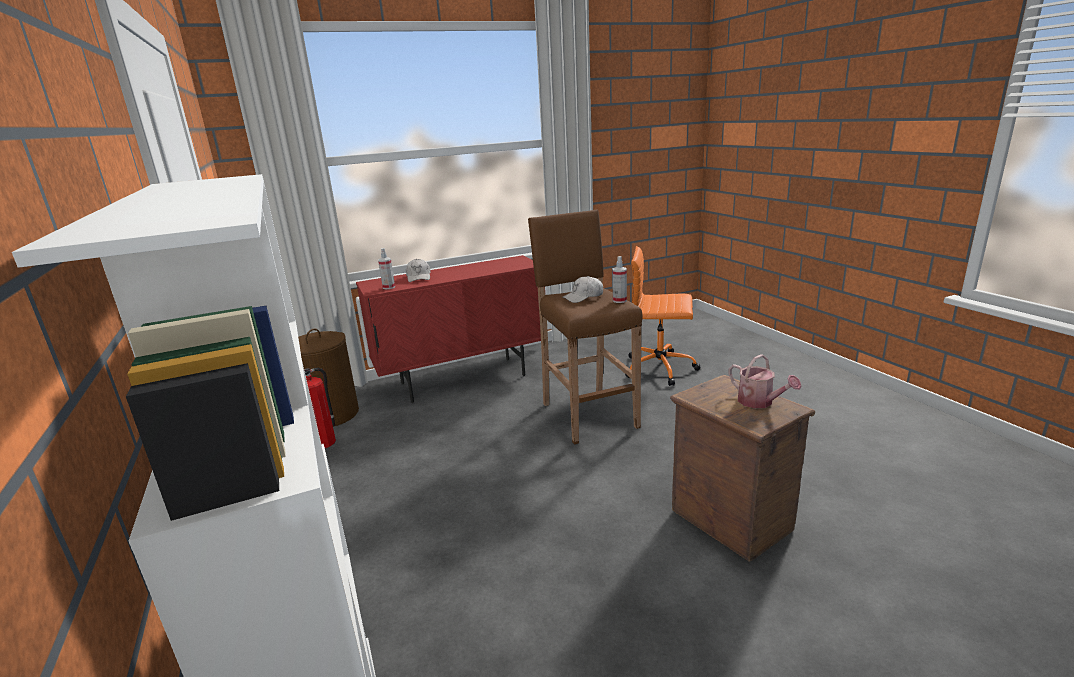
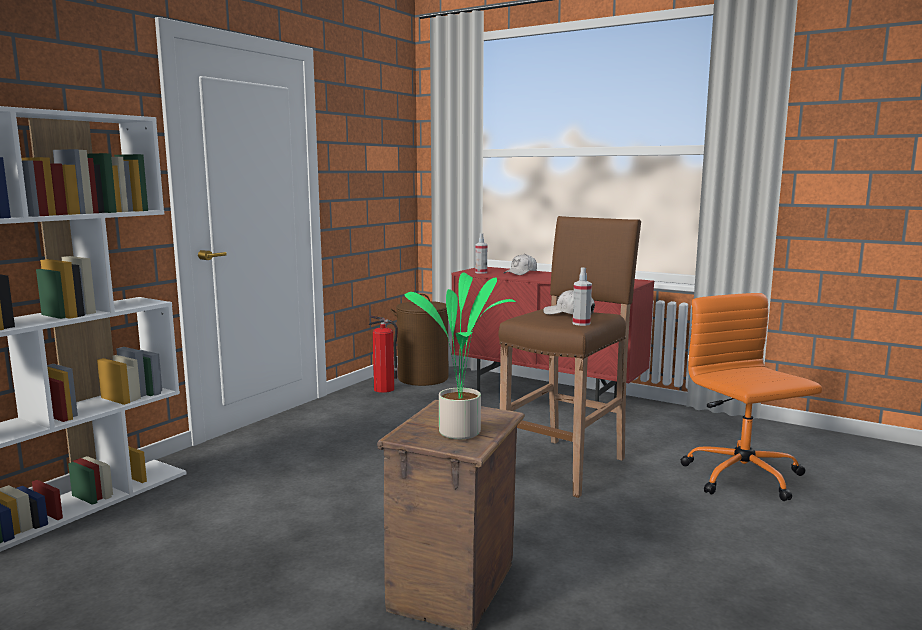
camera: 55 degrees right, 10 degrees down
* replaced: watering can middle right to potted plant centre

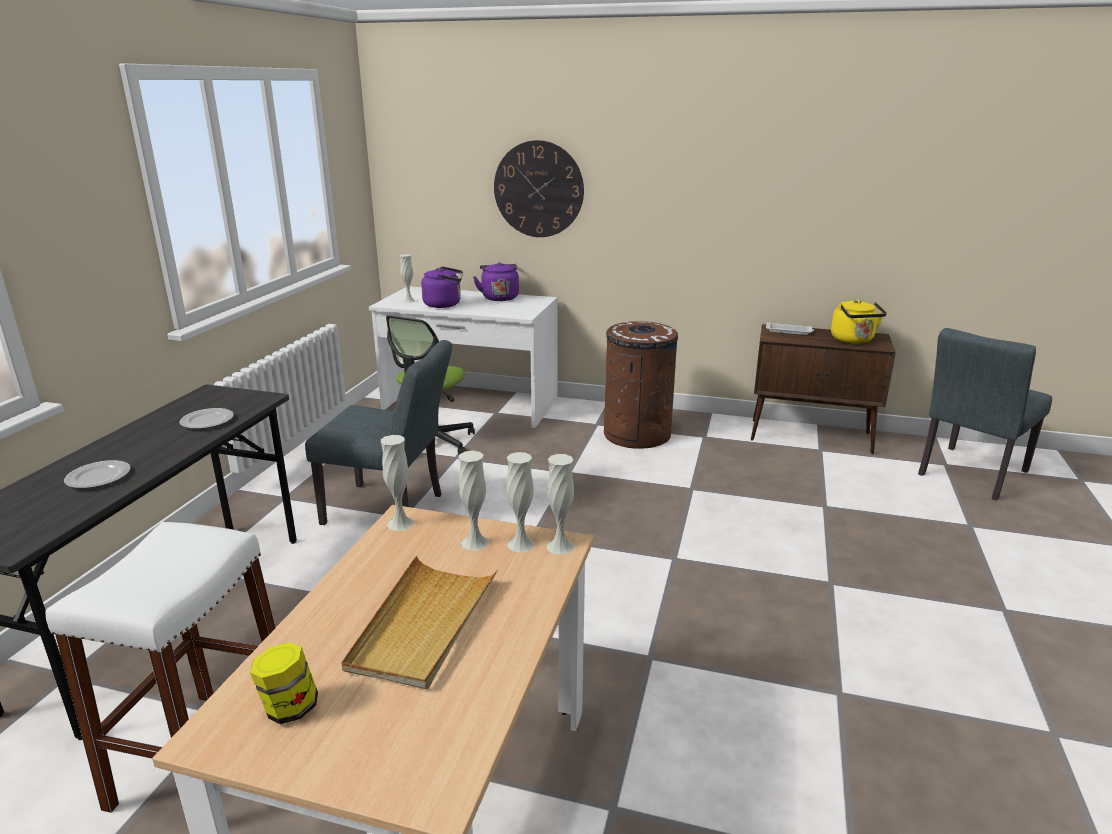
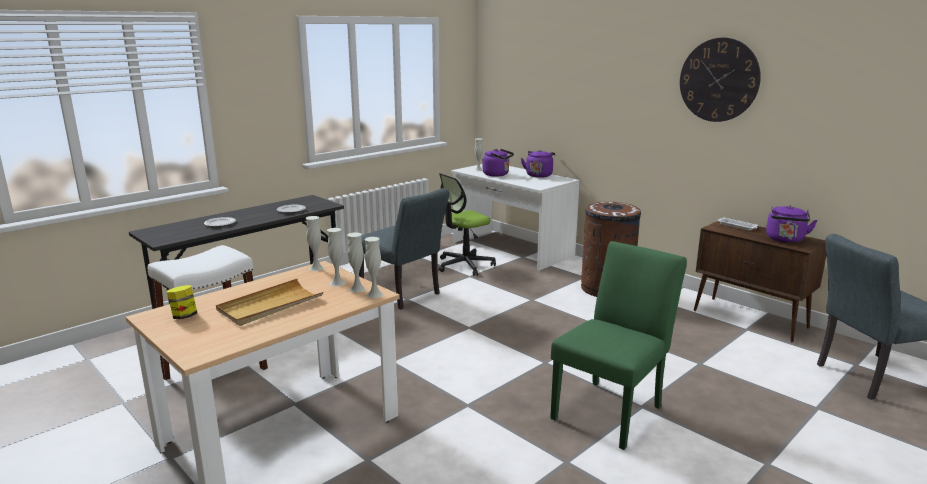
camera: 30 degrees right, 5 degrees down
* moved: wall clock top centre to top right
* recoloured: yellow kettle middle right to purple kettle (3rd from left) middle right
* added: green chair bottom right

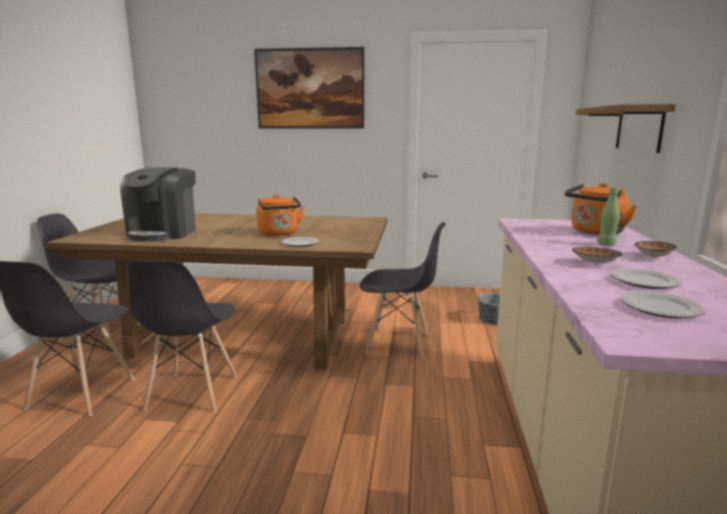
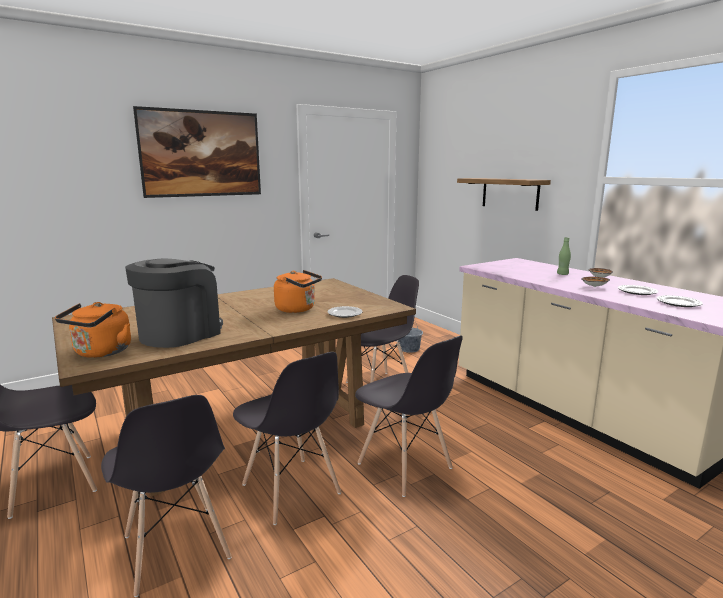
camera: 40 degrees left, 0 degrees up
* turned: coffee machine middle left = middle left 120 degrees counterclockwise
* moved: orange kettle (2nd from left in the first image) middle right to orange kettle (1st from left) middle left
* added: grey chair (5th from left) bottom centre

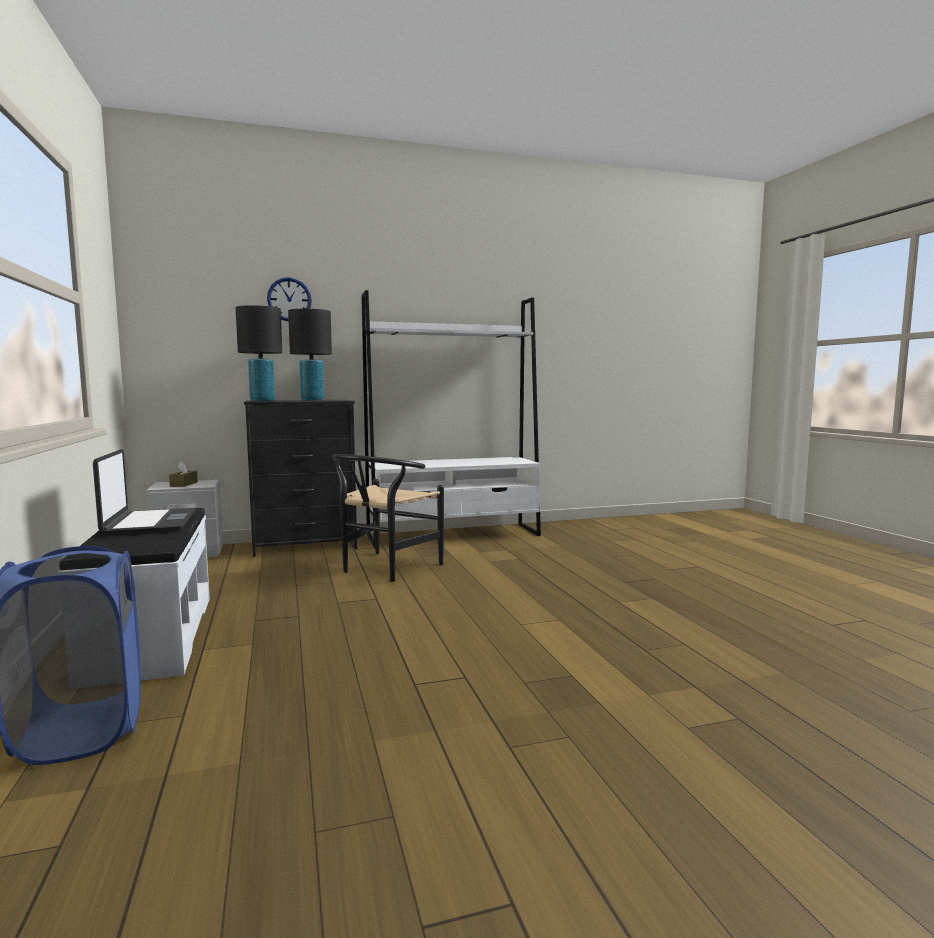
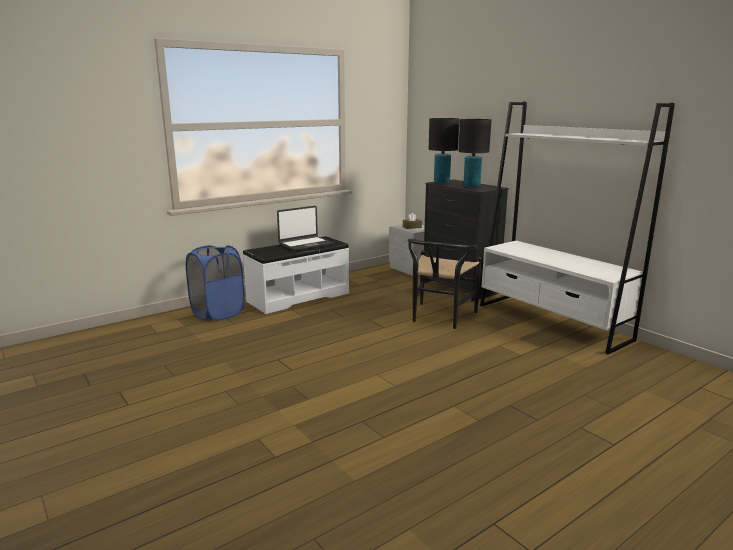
camera: 70 degrees right, 10 degrees up
* removed: wall clock top left
* turned: black chair centre = centre 75 degrees counterclockwise

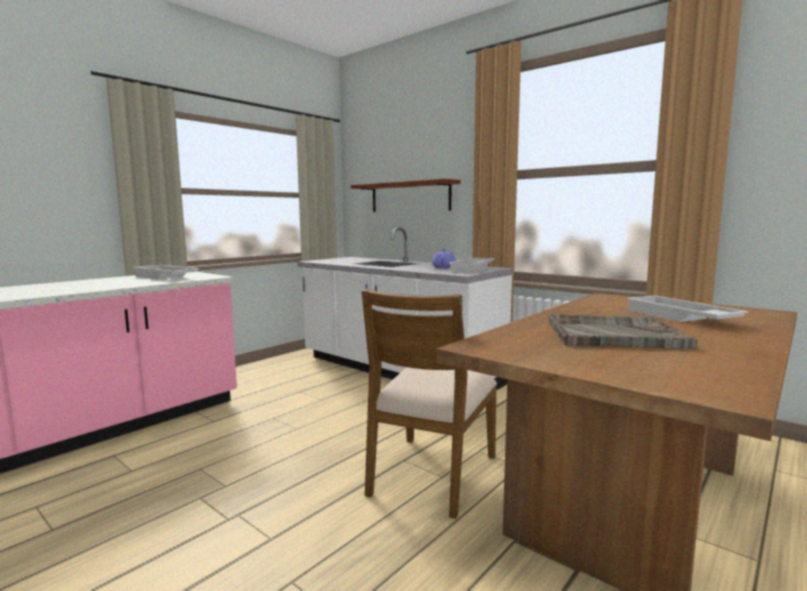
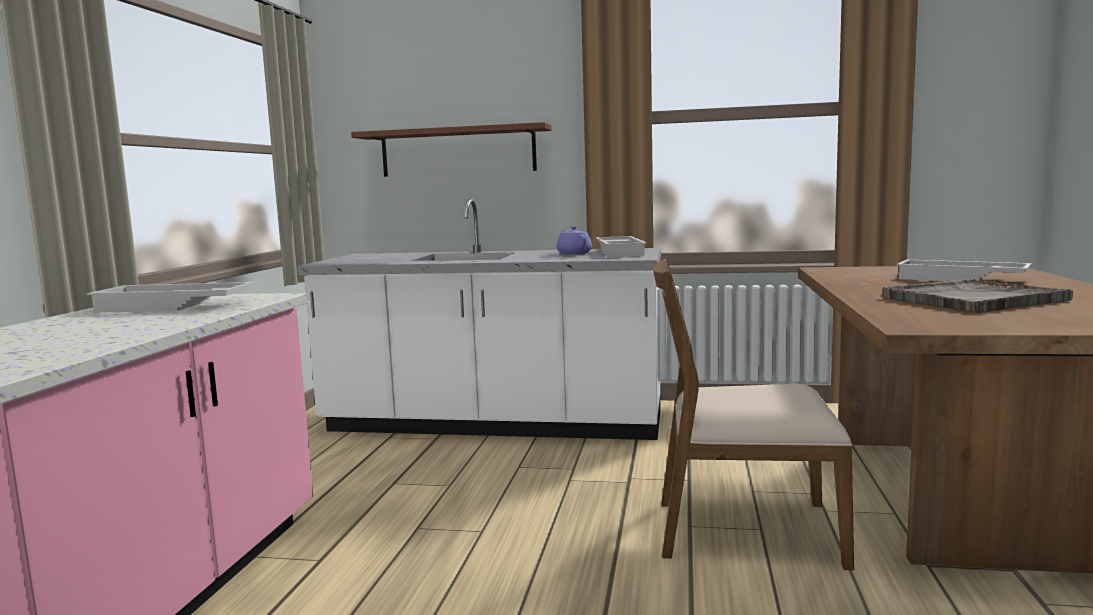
camera: 30 degrees left, 0 degrees up
* turned: brown chair bottom centre = bottom right 105 degrees clockwise

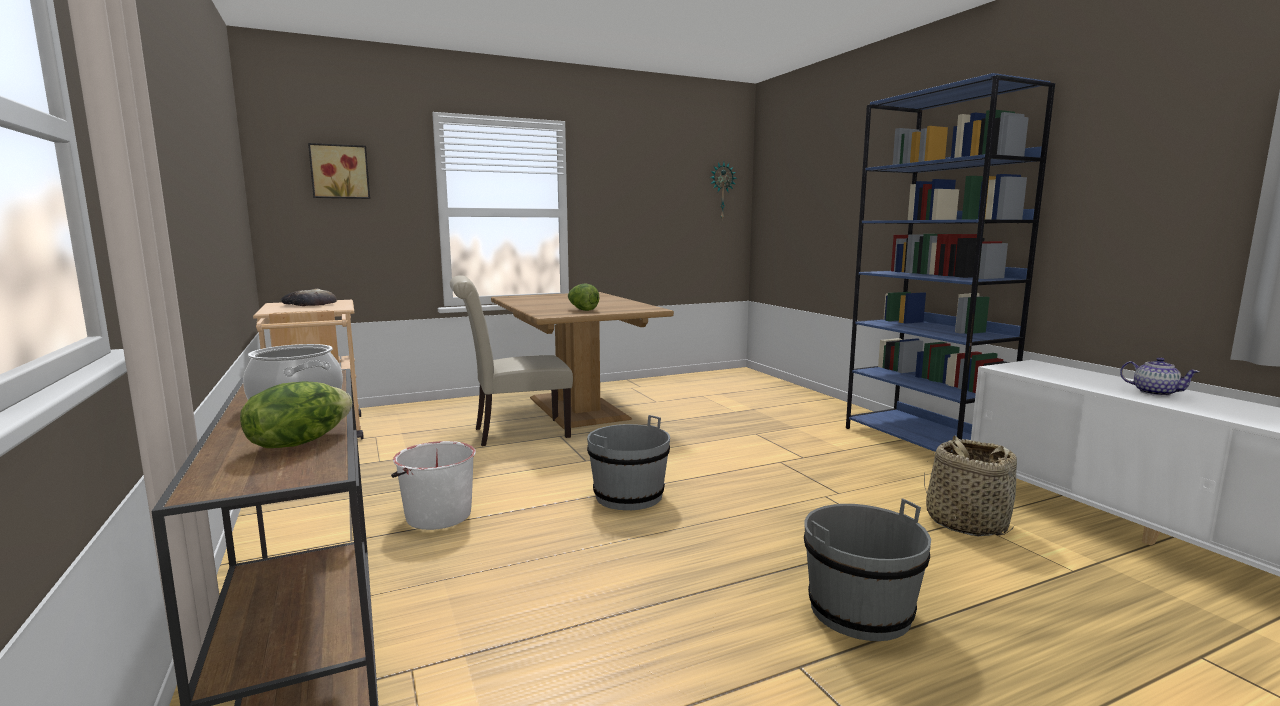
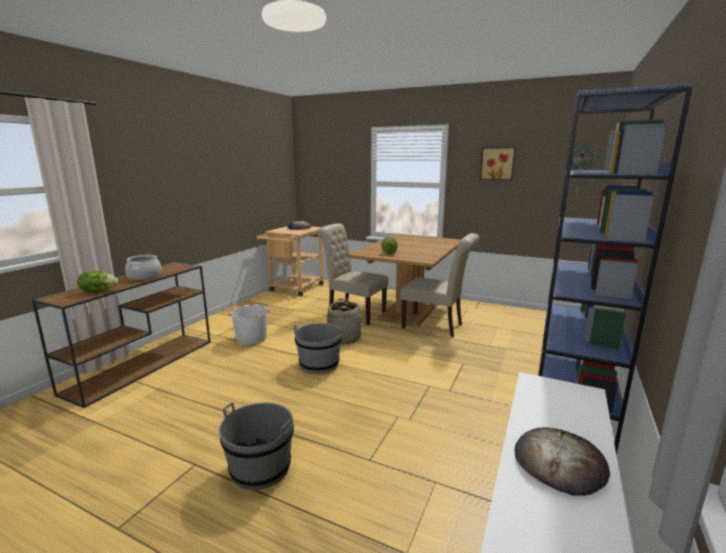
camera: 50 degrees right, 5 degrees up
* moved: picture top left to top right
* replaced: teapot middle right to bread (2nd from left) bottom right
* moved: basket bottom right to centre
* added: beige chair (2nd from left) centre

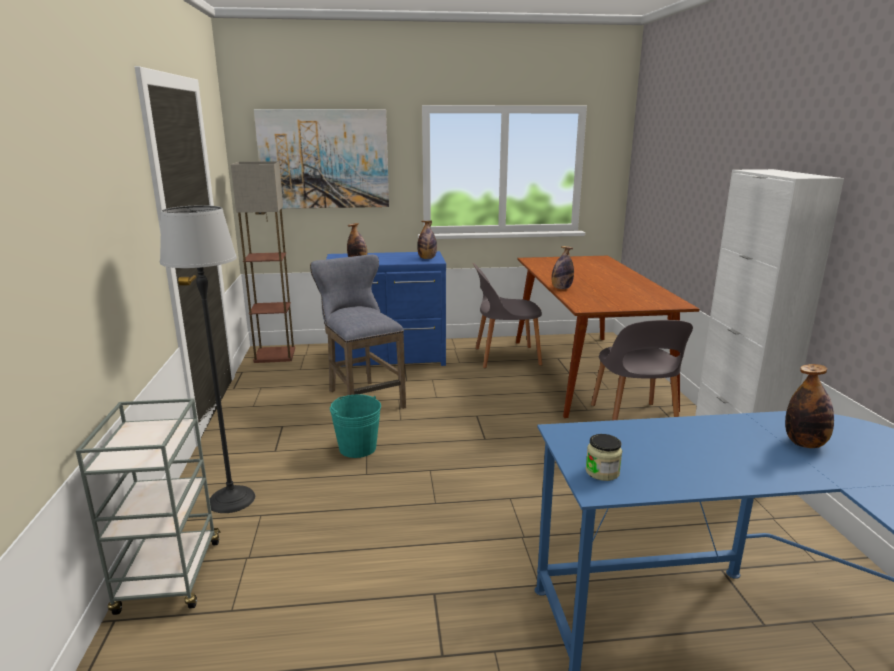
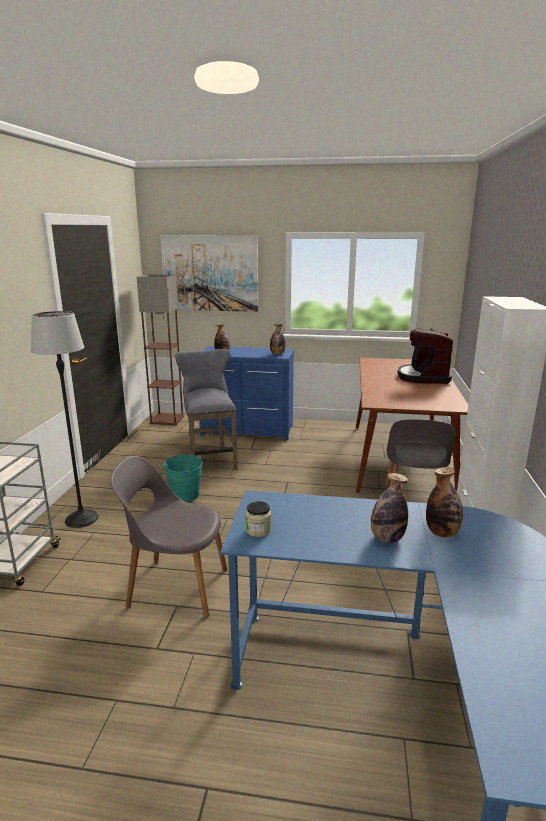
camera: 15 degrees right, 0 degrees up
* moved: bottle (3rd from left) centre to middle right
* moved: grey chair (1st from left) centre to middle left
* added: coffee machine middle right

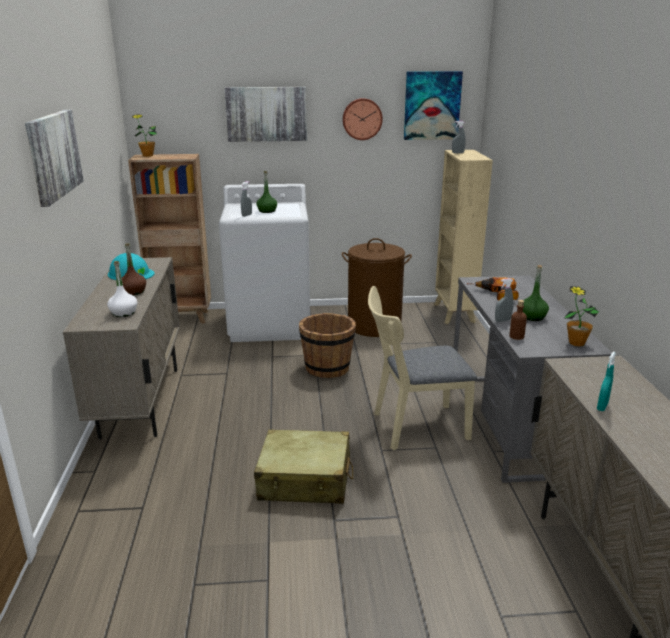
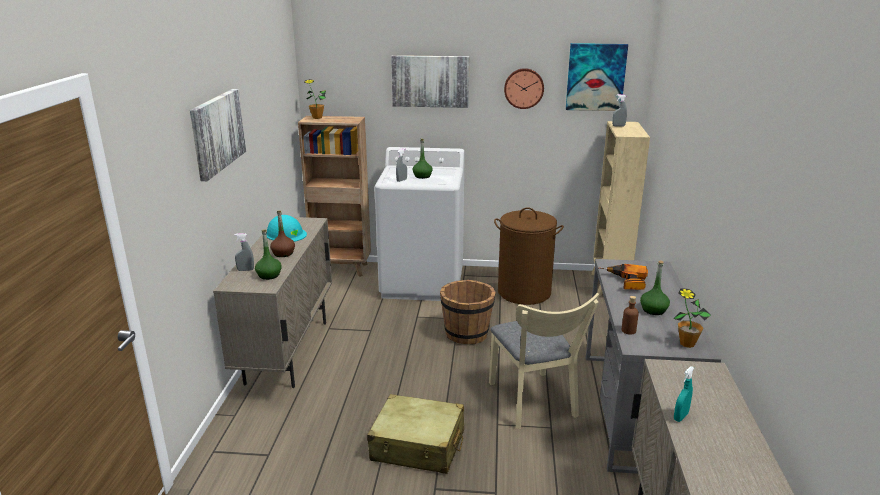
camera: 10 degrees right, 0 degrees up
* recoloured: white bottle middle left to green bottle (1st from left) middle left
* moved: grey spray bottle (3rd from left in the first image) middle right to grey spray bottle (1st from left) middle left
* turned: beige chair centre = bottom centre 105 degrees counterclockwise

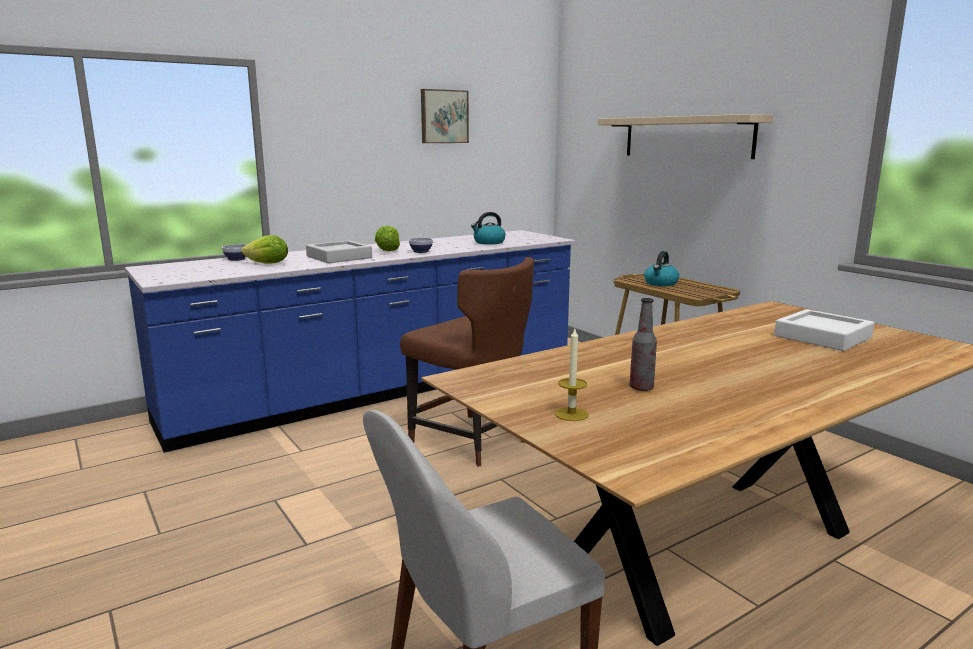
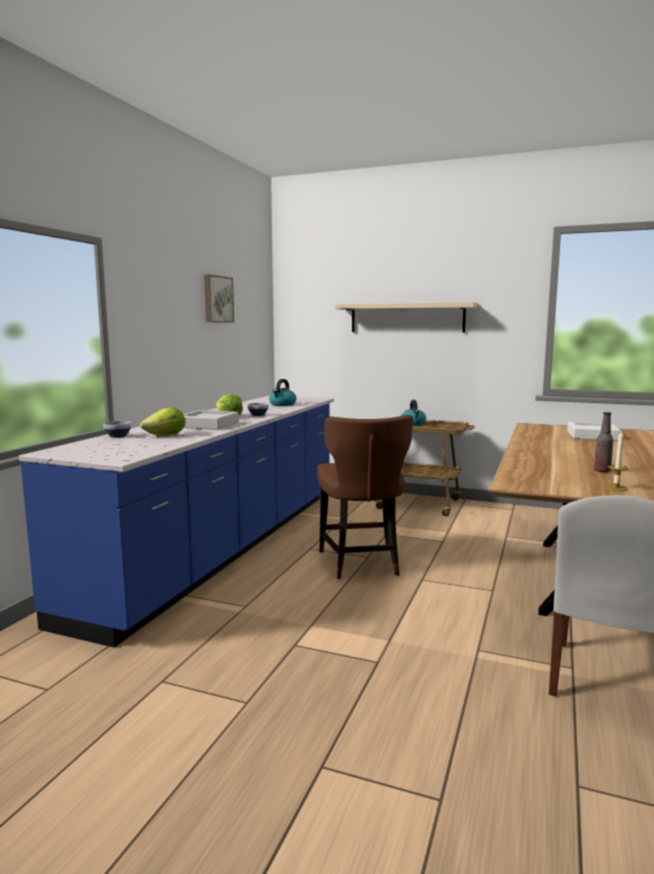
camera: 35 degrees left, 5 degrees down
* turned: brown chair centre = centre 75 degrees clockwise

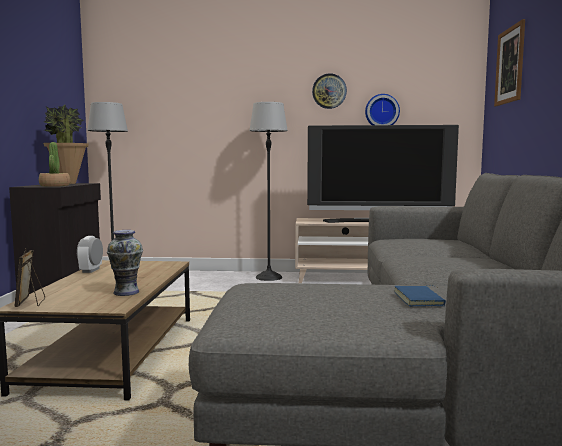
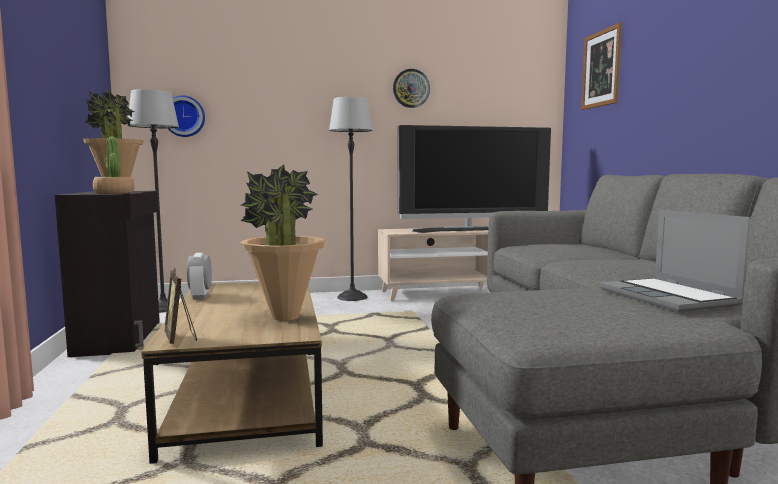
camera: 15 degrees left, 0 degrees up
* moved: wall clock (2nd from left in the first image) top right to wall clock (1st from left) top left
* replaced: vase middle left to potted plant (3rd from left) centre
* replaced: blue book middle right to laptop middle right

